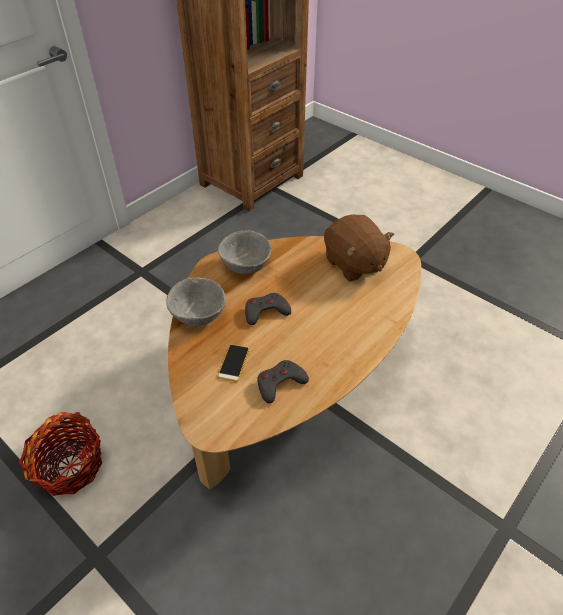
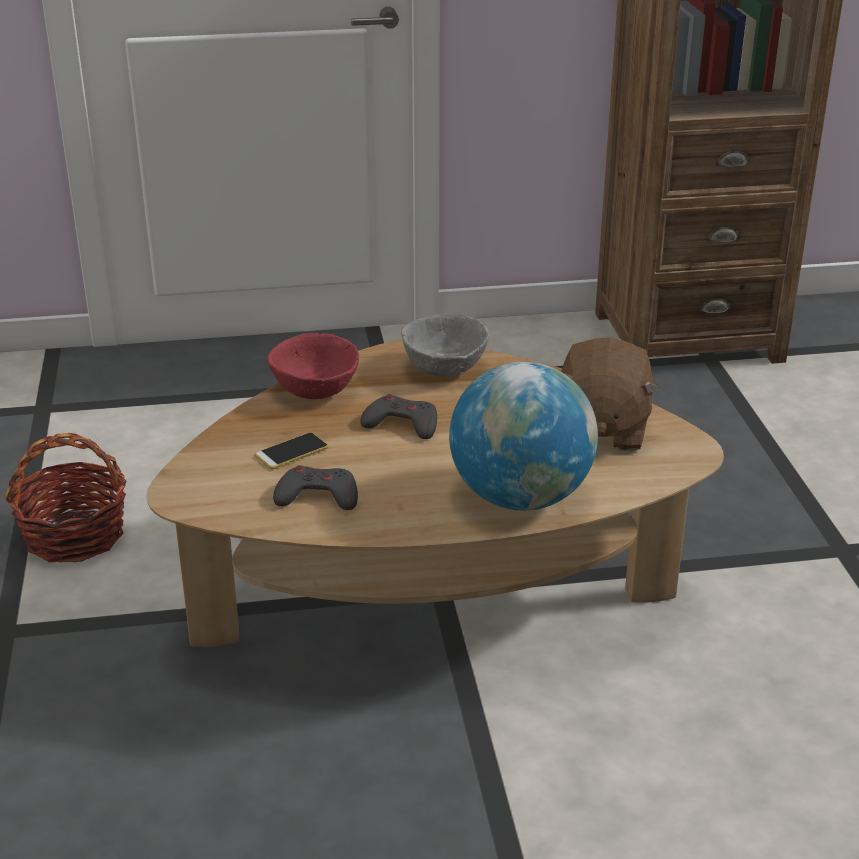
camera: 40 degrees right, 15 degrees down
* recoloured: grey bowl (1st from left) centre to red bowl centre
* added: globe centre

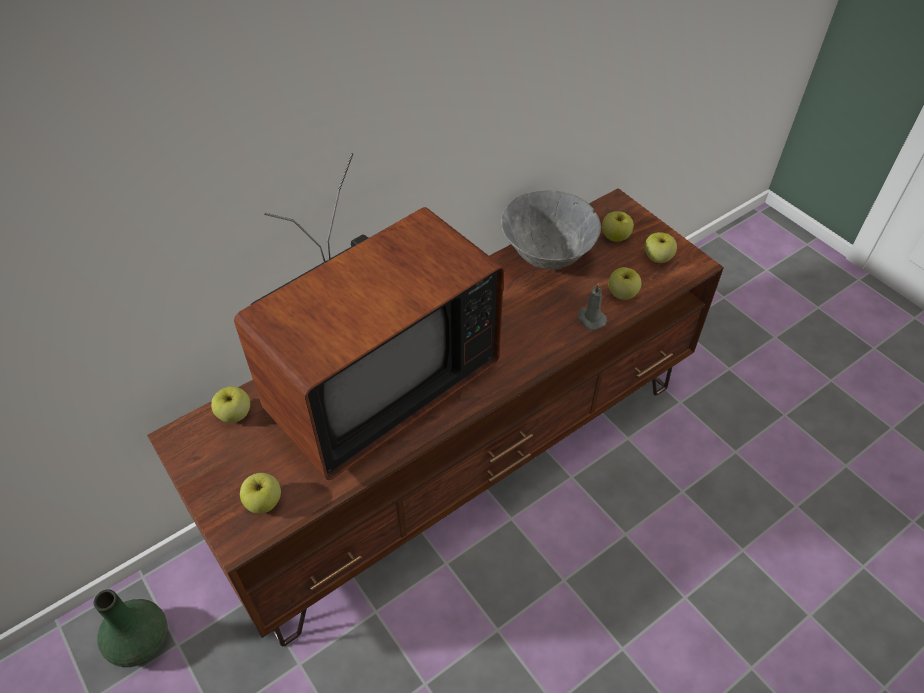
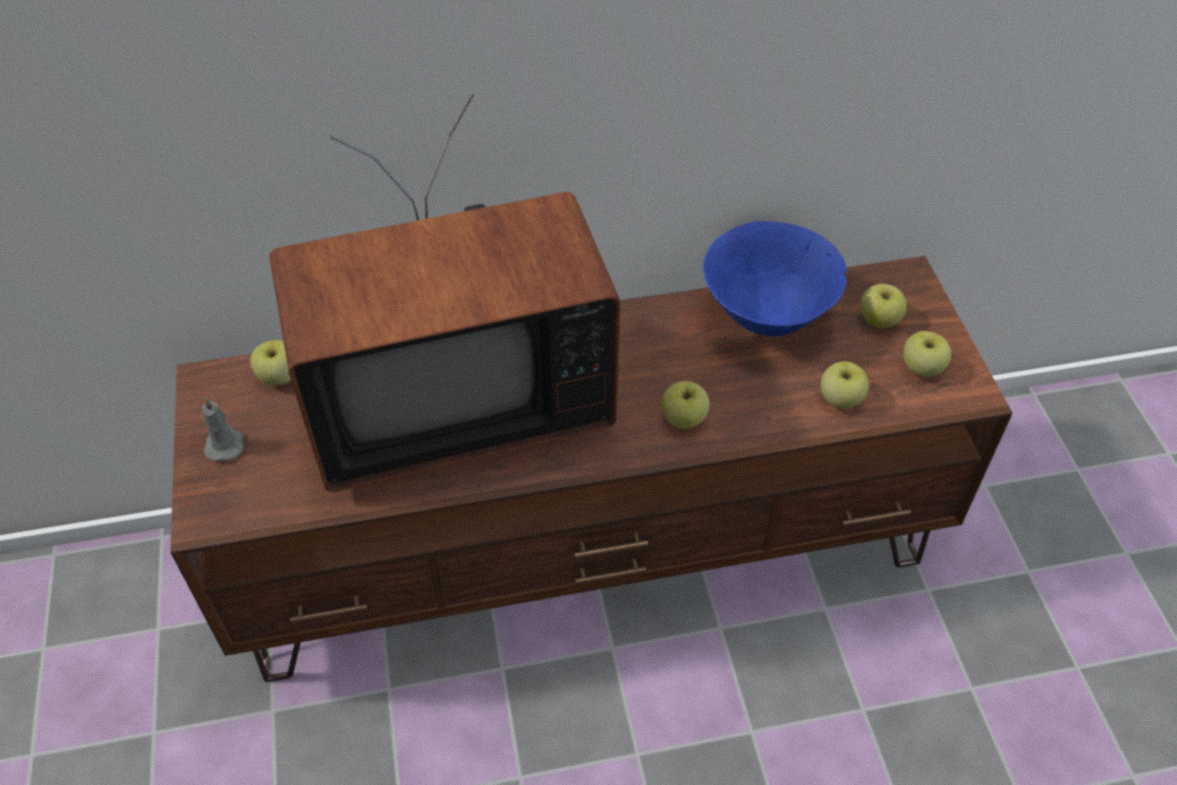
camera: 25 degrees right, 0 degrees up
* recoloured: grey bowl top centre to blue bowl centre
* moved: grey candle centre to middle left
* moved: apple (2nd from left) bottom left to centre
* removed: green vase bottom left

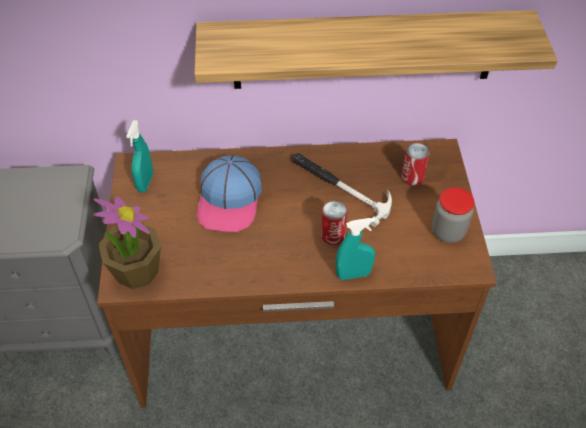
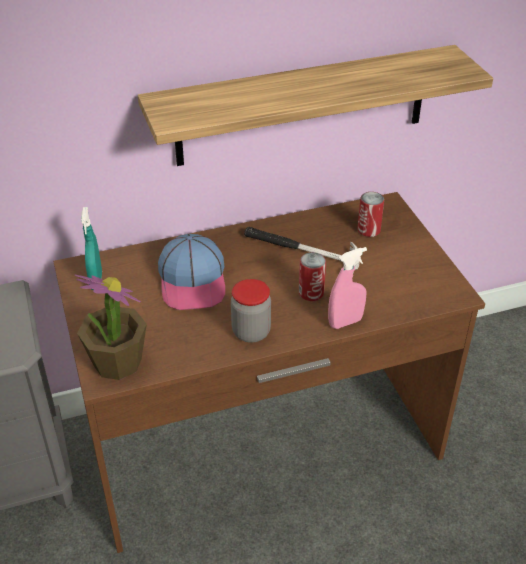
camera: 15 degrees left, 10 degrees down
* moved: jar middle right to centre
* recoloured: turquoise spray bottle (2nd from left) centre to pink spray bottle centre

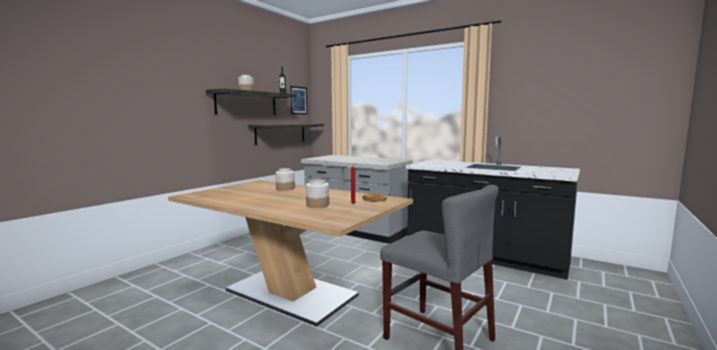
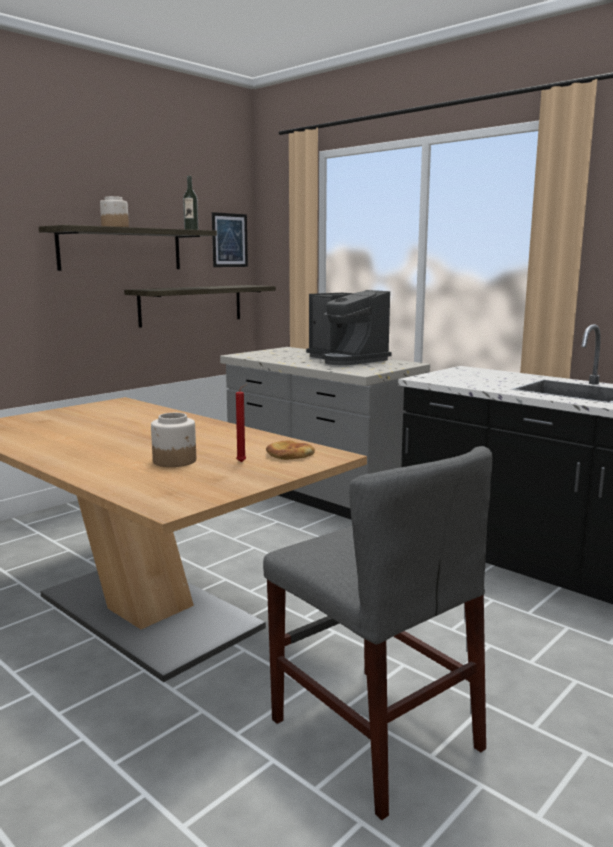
camera: 10 degrees right, 5 degrees up
* removed: jar (2nd from left) centre
* added: coffee machine centre

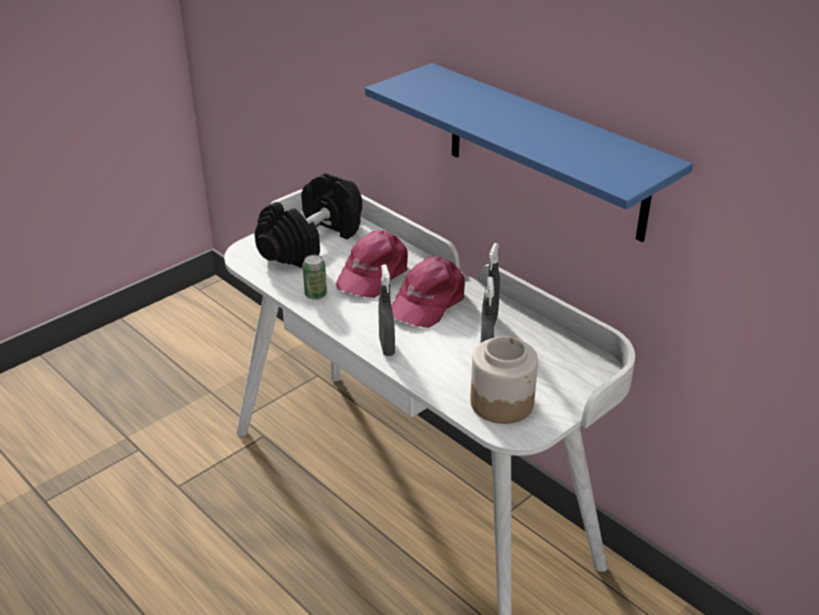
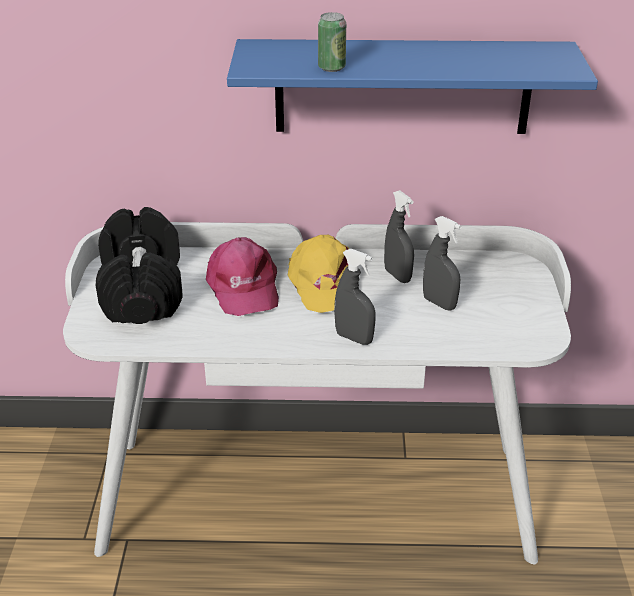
camera: 45 degrees left, 0 degrees up
* moved: can centre to top centre
* recoloured: pink cap (2nd from left) centre to yellow cap centre
* removed: jar centre

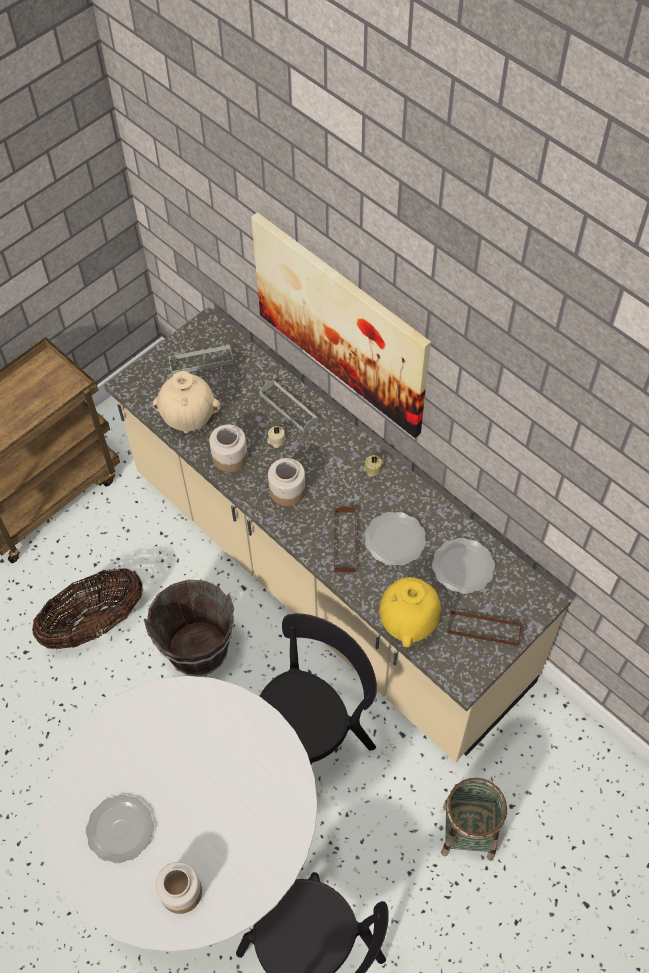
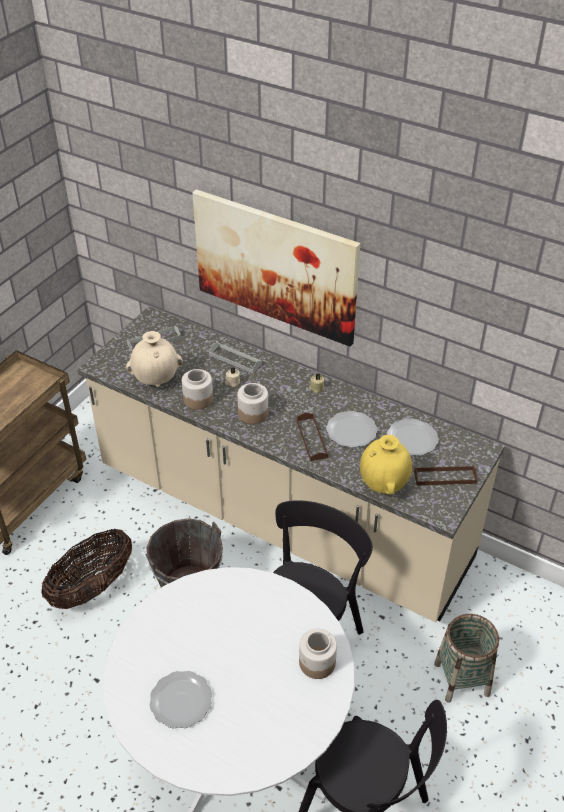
camera: 15 degrees left, 15 degrees down
* moved: jar (1st from left in the first image) bottom left to jar (3rd from left) bottom centre

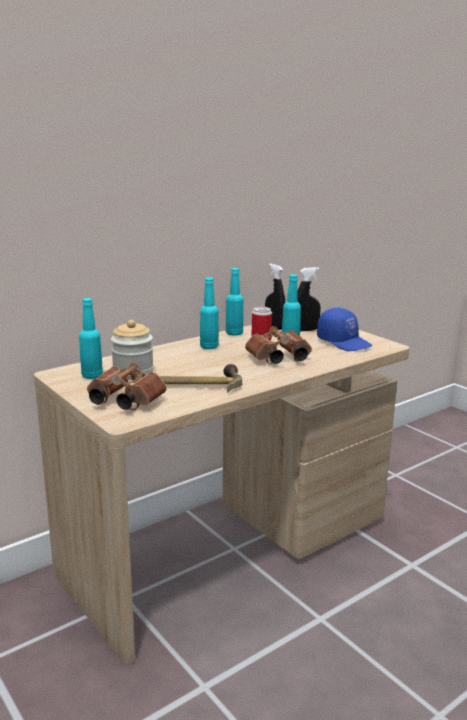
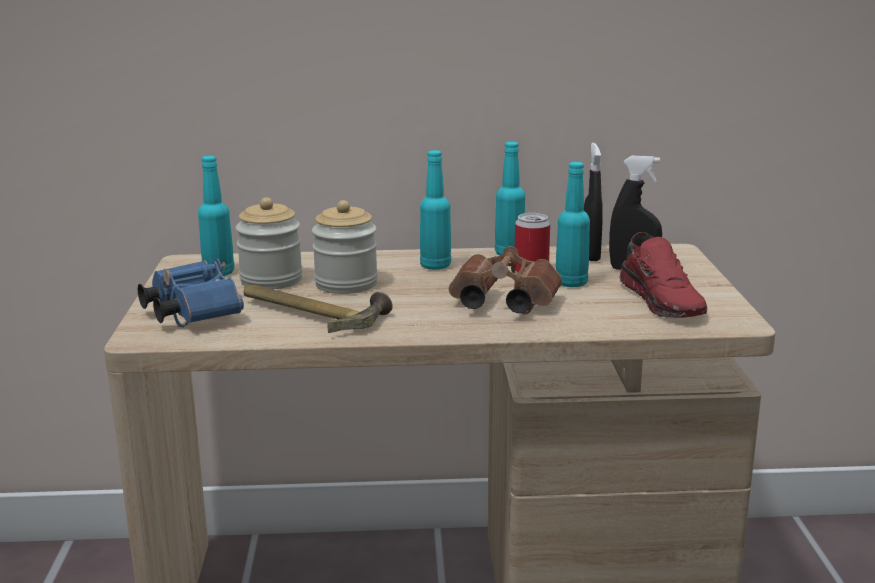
camera: 35 degrees right, 0 degrees up
* replaced: blue cap middle right to red shoe middle right
* recoloured: brown binoculars (1st from left) middle left to blue binoculars middle left
* added: jar (2nd from left) centre

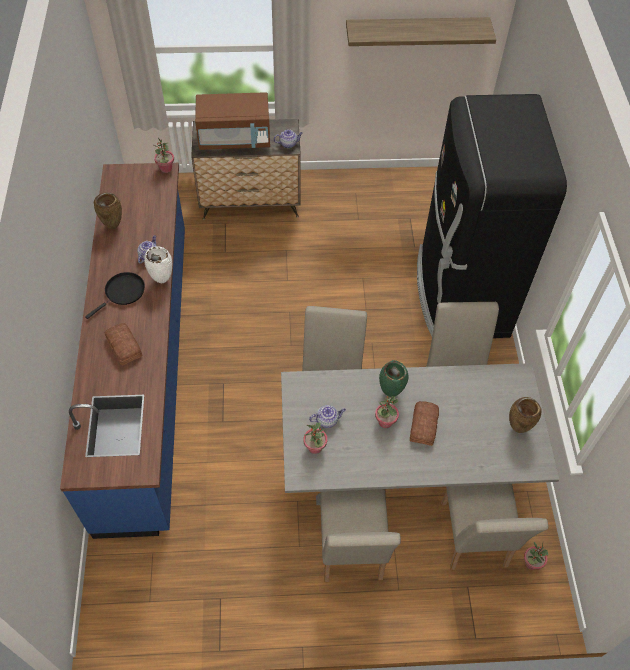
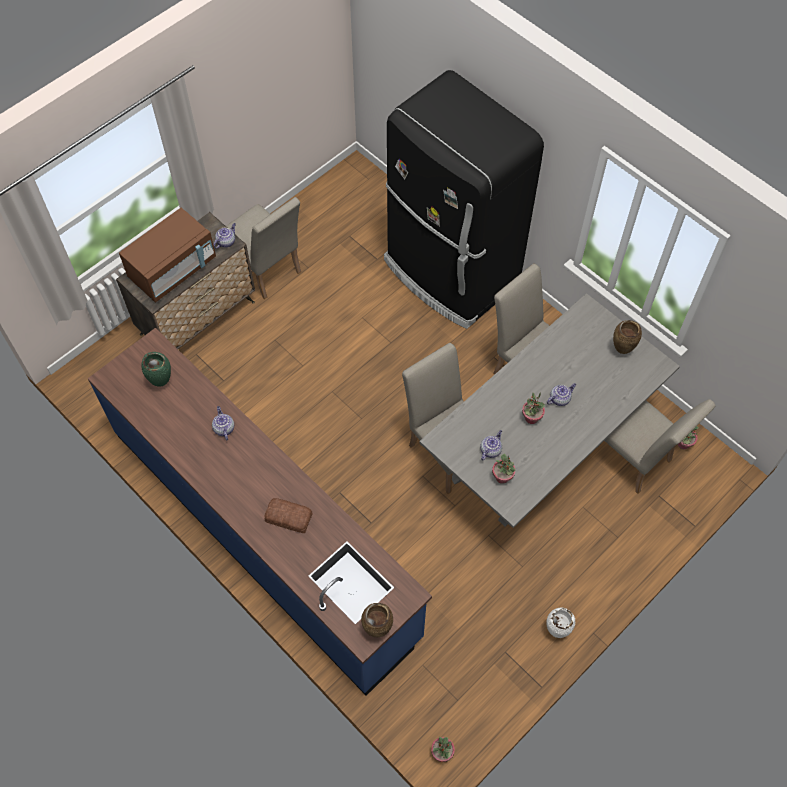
camera: 40 degrees left, 5 degrees up
* removed: shelf top right
* moved: potted plant (1st from left) top left to bottom centre
* moved: brown vase (1st from left) top left to bottom centre
* moved: white vase middle left to bottom right
* removed: black frying pan middle left
* moved: green vase centre to middle left
* replaced: bread (2nd from left) middle right to teapot (4th from left) middle right
* moved: beige chair (2nd from left in the first image) bottom centre to beige chair (1st from left) top centre

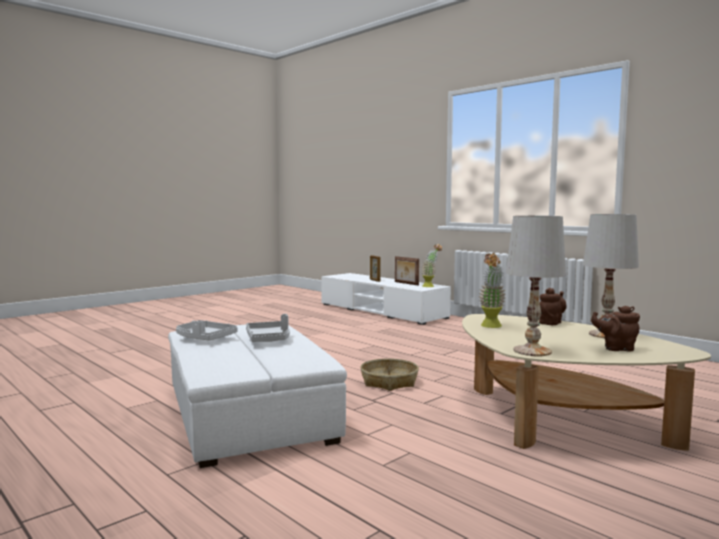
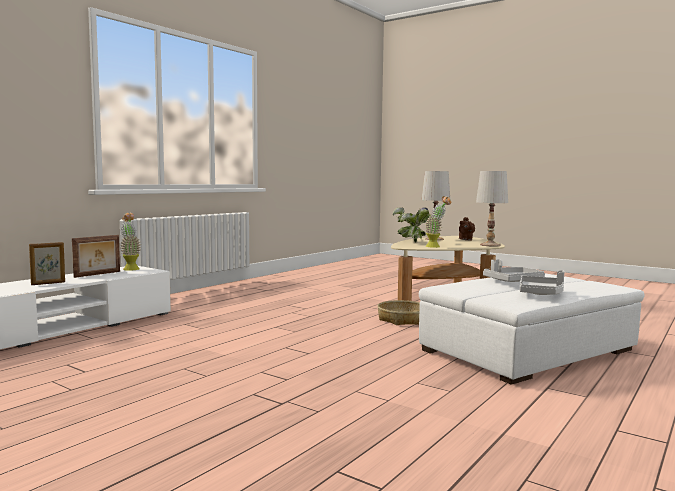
camera: 100 degrees left, 0 degrees up
* replaced: brown teapot (1st from left) middle right to potted plant (2nd from left) centre

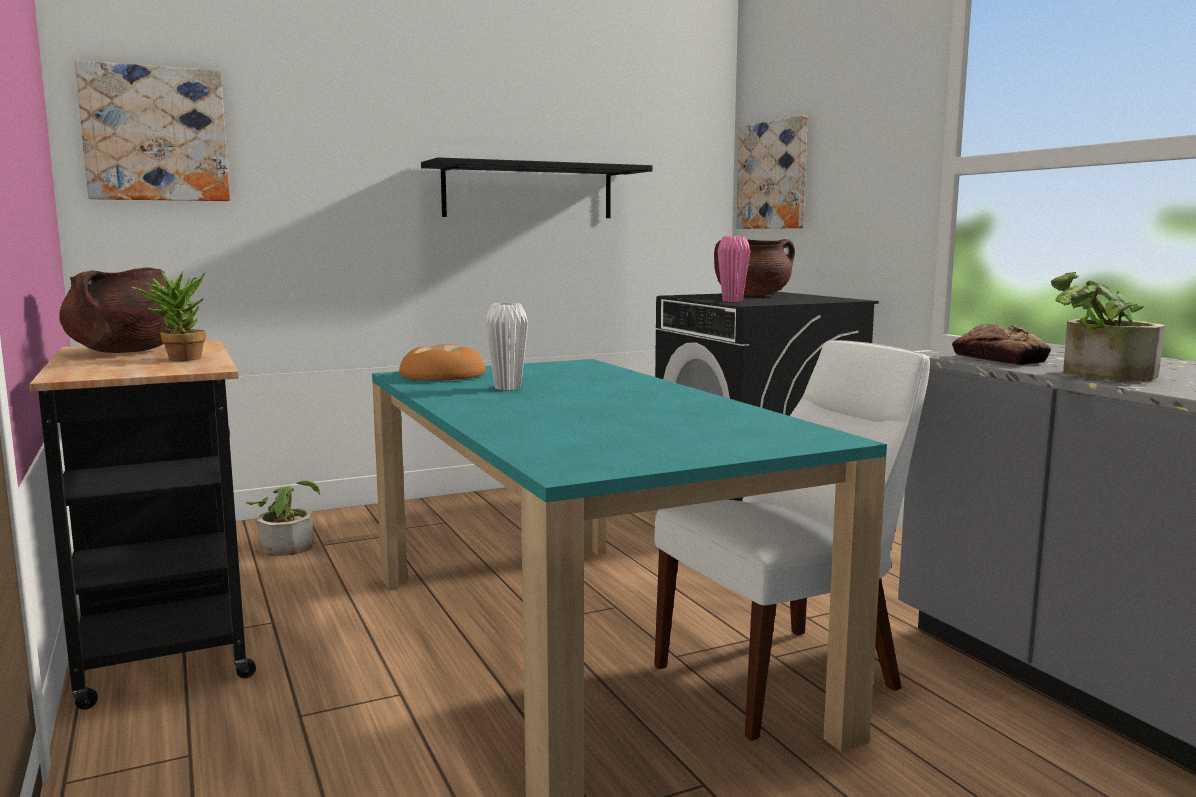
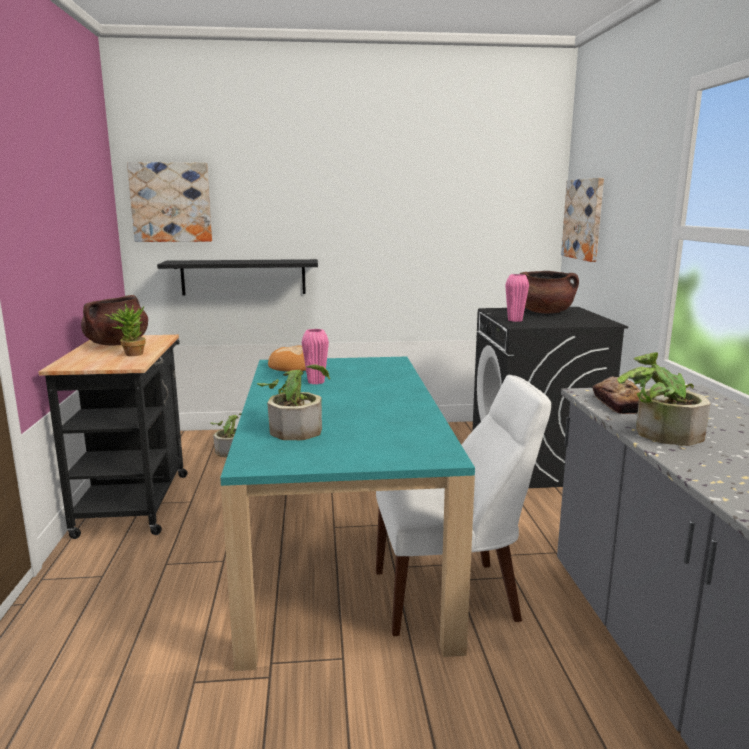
camera: 20 degrees right, 5 degrees up
* moved: black shelf top centre to middle left
* recoloured: white vase centre to pink vase (1st from left) centre
* added: potted plant (3rd from left) centre

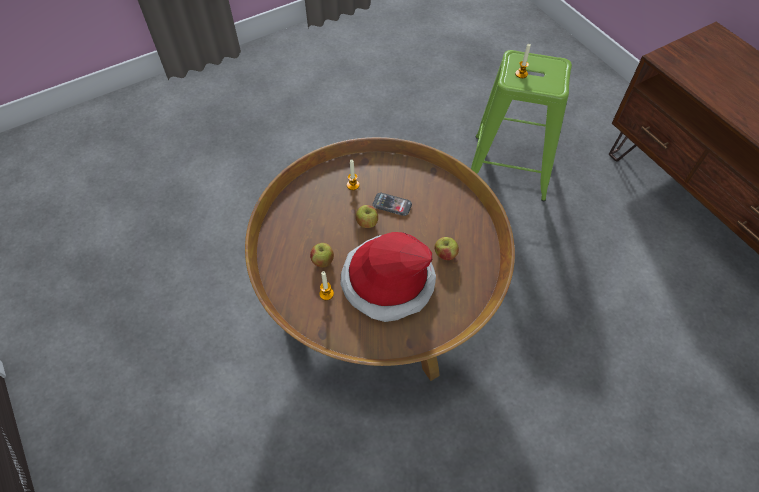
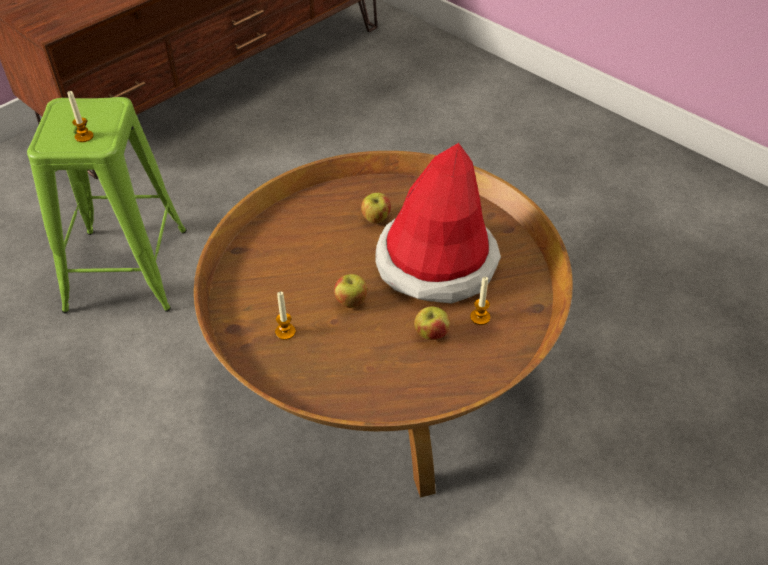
camera: 105 degrees left, 10 degrees down
* removed: phone centre

